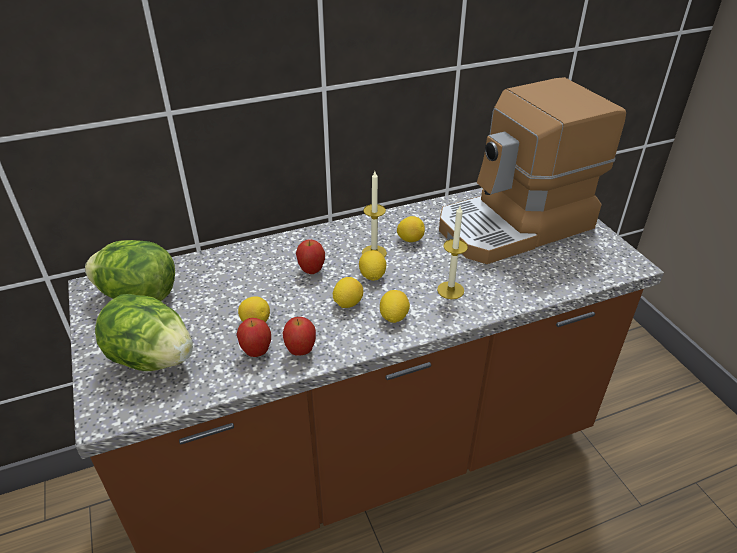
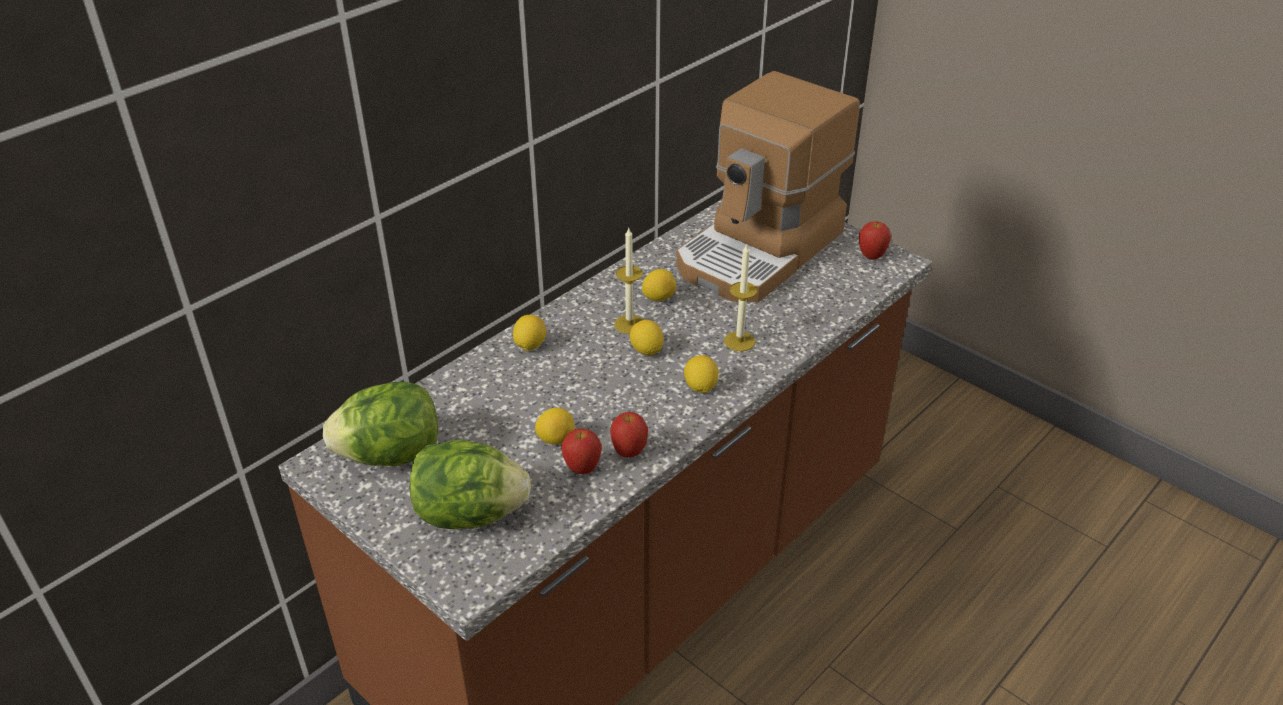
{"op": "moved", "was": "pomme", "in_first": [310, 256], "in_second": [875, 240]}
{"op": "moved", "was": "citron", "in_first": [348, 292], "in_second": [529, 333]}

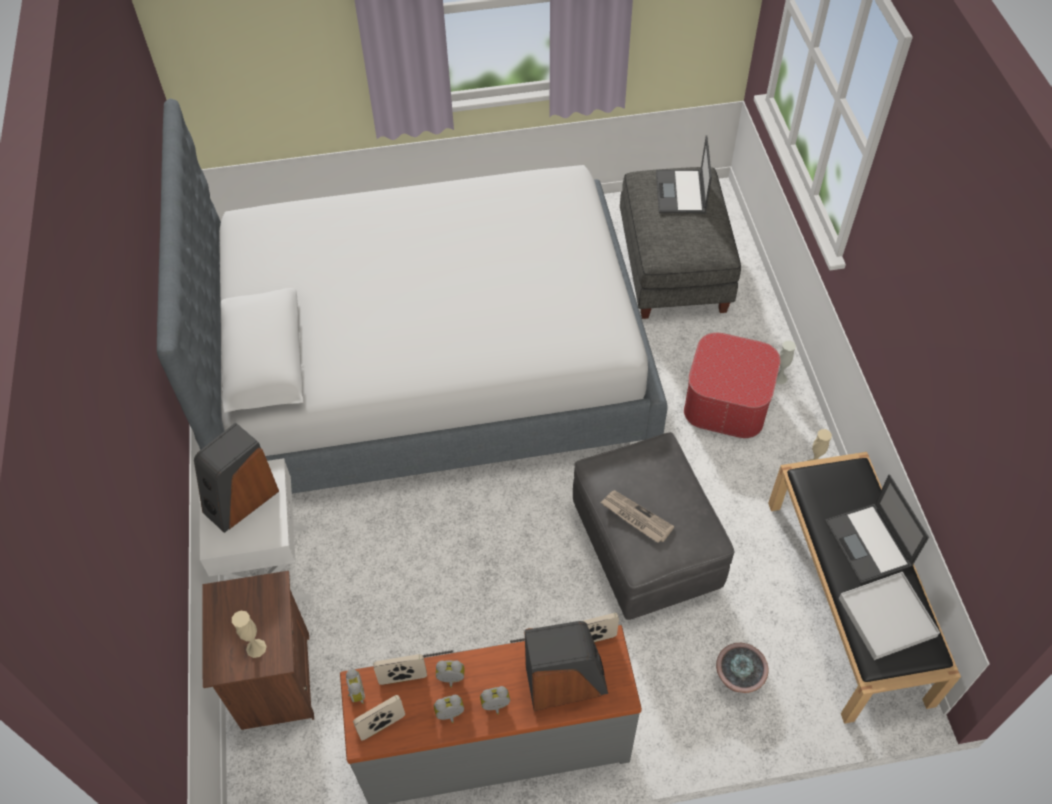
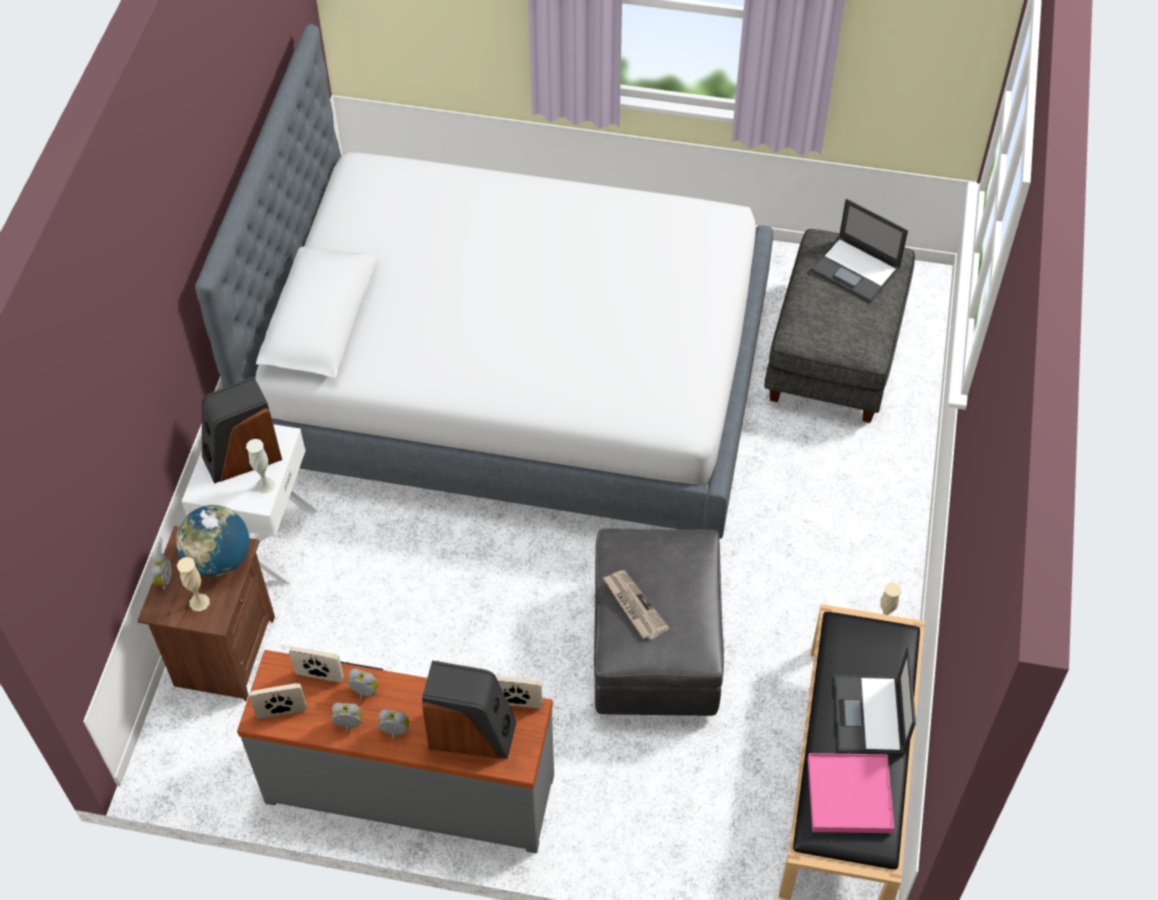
{"op": "removed", "was": "pouf", "in_first": [732, 385]}
{"op": "removed", "was": "plante en pot", "in_first": [742, 668]}
{"op": "added", "now": "globe", "in_second": [212, 541]}
{"op": "moved", "was": "réveil", "in_first": [355, 686], "in_second": [161, 572]}
{"op": "moved", "was": "vase [blanc]", "in_first": [786, 362], "in_second": [260, 466]}
{"op": "recoloured", "was": "plateau [blanc]", "now": "plateau [rose]", "in_first": [889, 616], "in_second": [851, 793]}
{"op": "turned", "was": "ordinateur portable", "in_first": [684, 174], "in_second": [859, 251], "clockwise": -75}

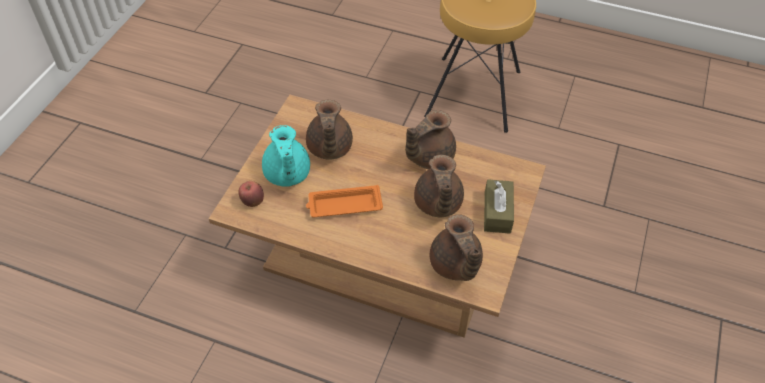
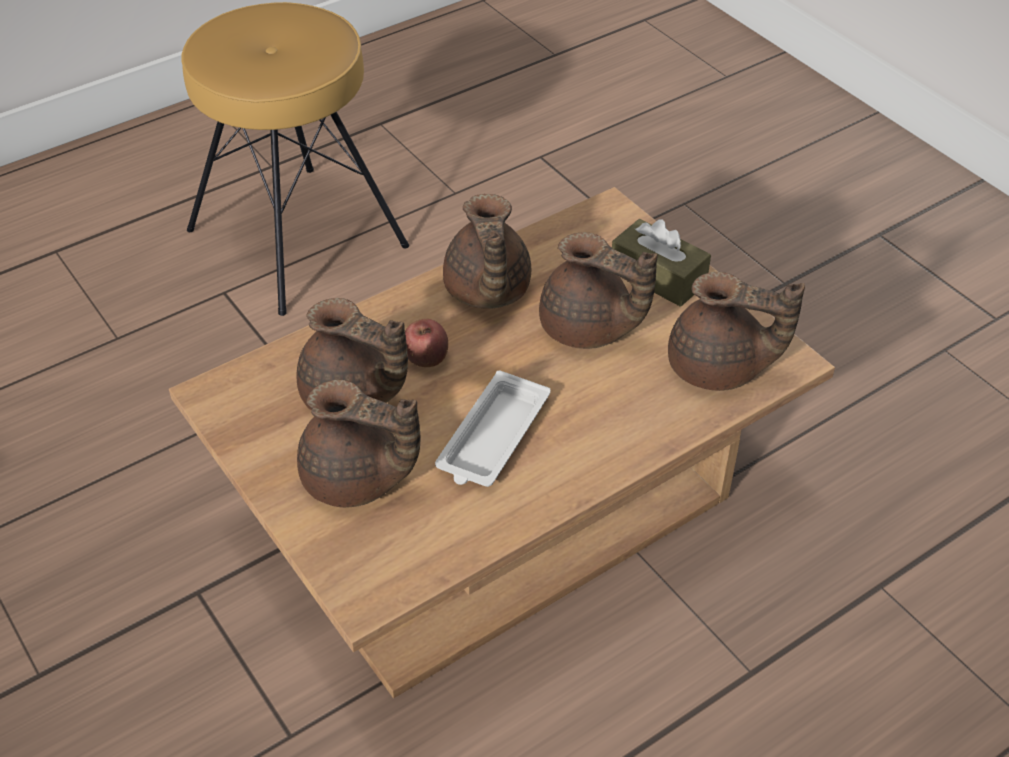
{"op": "moved", "was": "pomme", "in_first": [251, 194], "in_second": [426, 343]}
{"op": "recoloured", "was": "théière [turquoise]", "now": "théière [marron]", "in_first": [286, 156], "in_second": [358, 444]}
{"op": "recoloured", "was": "plateau [orange]", "now": "plateau [blanc]", "in_first": [344, 201], "in_second": [492, 428]}

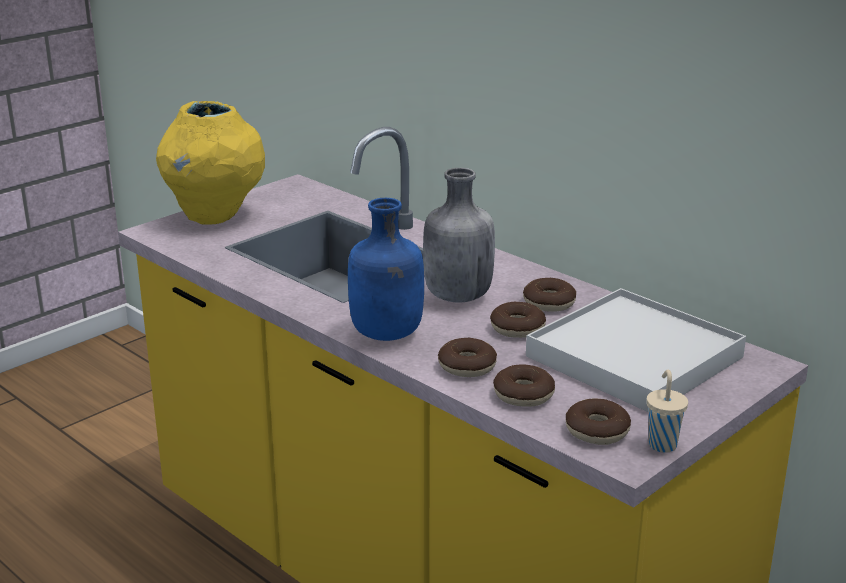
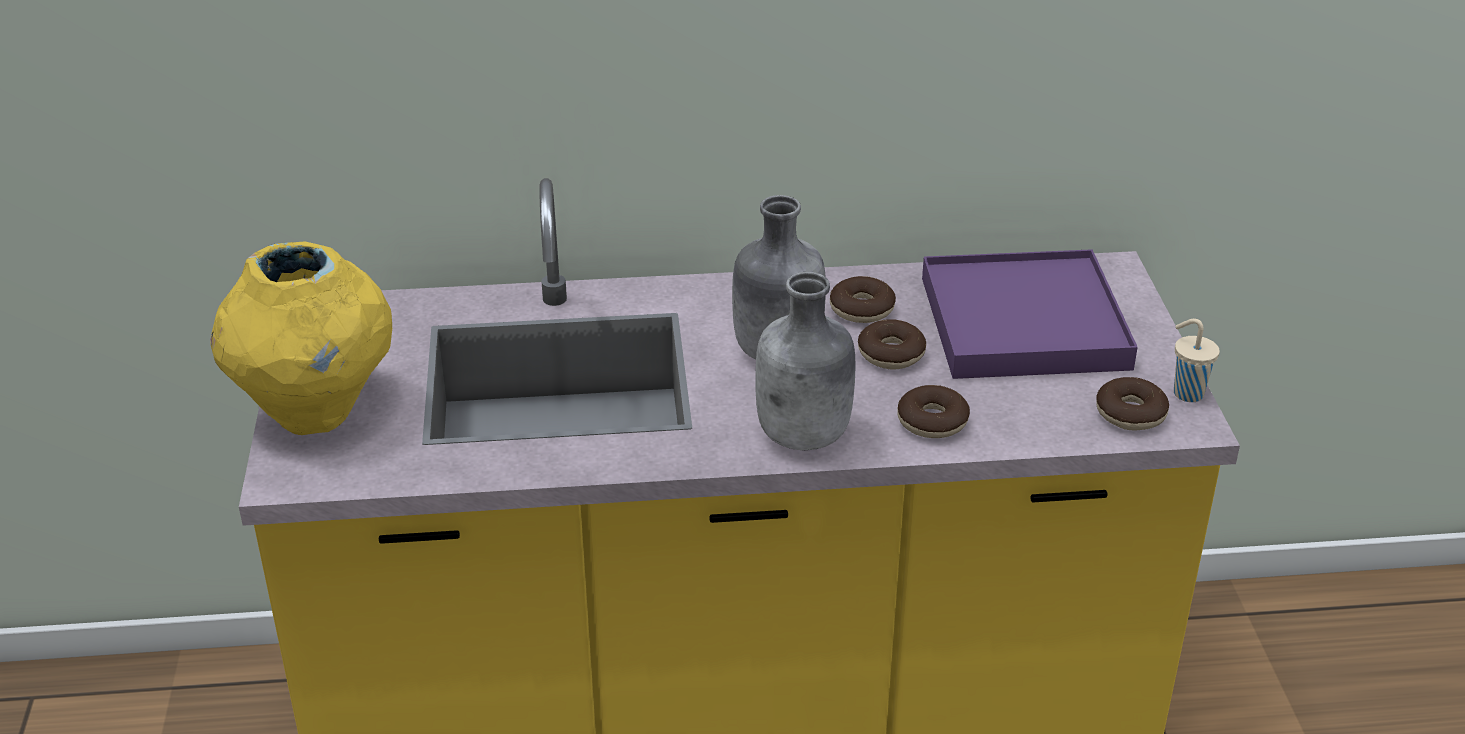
{"op": "removed", "was": "beignet", "in_first": [524, 385]}
{"op": "recoloured", "was": "bouteille [bleu]", "now": "bouteille [gris]", "in_first": [386, 269], "in_second": [805, 361]}
{"op": "recoloured", "was": "plateau [blanc]", "now": "plateau [violet]", "in_first": [636, 350], "in_second": [1030, 314]}

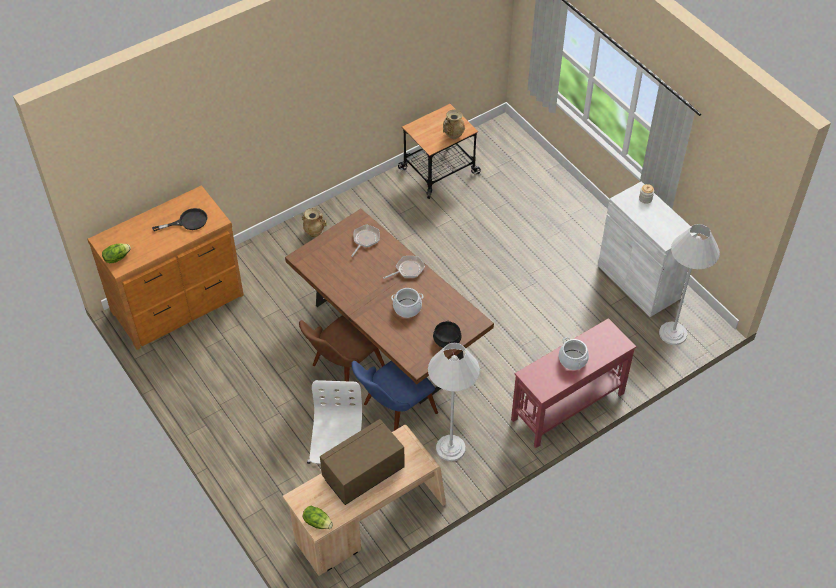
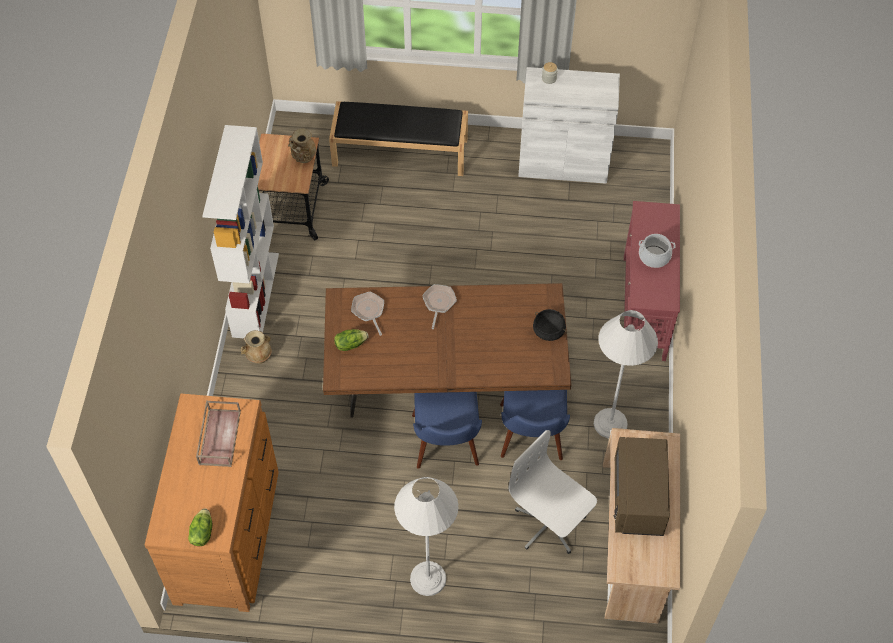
{"op": "removed", "was": "marmite", "in_first": [407, 303]}
{"op": "added", "now": "bibliothèque [blanc]", "in_second": [241, 231]}
{"op": "added", "now": "banc [noir]", "in_second": [398, 138]}
{"op": "moved", "was": "laitue", "in_first": [318, 517], "in_second": [351, 340]}
{"op": "moved", "was": "lampadaire [blanc]", "in_first": [689, 284], "in_second": [426, 536]}
{"op": "replaced", "was": "poêle [noir]", "now": "plateau [marron]", "in_first": [180, 219], "in_second": [218, 433]}
{"op": "recoloured", "was": "chaise [marron]", "now": "chaise [bleu]", "in_first": [342, 348], "in_second": [447, 430]}

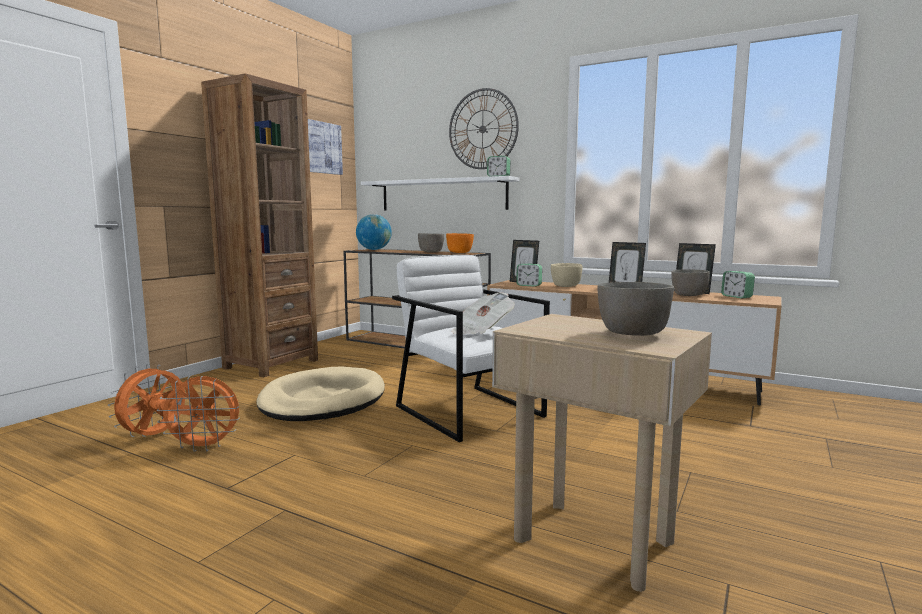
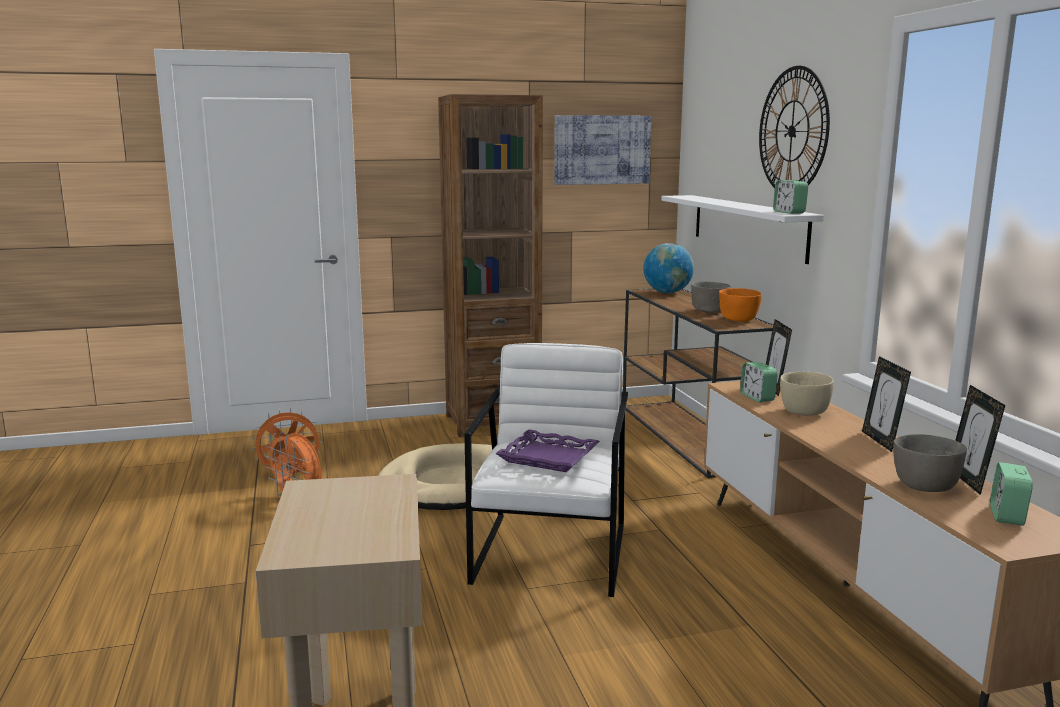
{"op": "removed", "was": "bol [gris]", "in_first": [635, 309]}
{"op": "replaced", "was": "journal", "now": "plateau [violet]", "in_first": [483, 313], "in_second": [547, 450]}

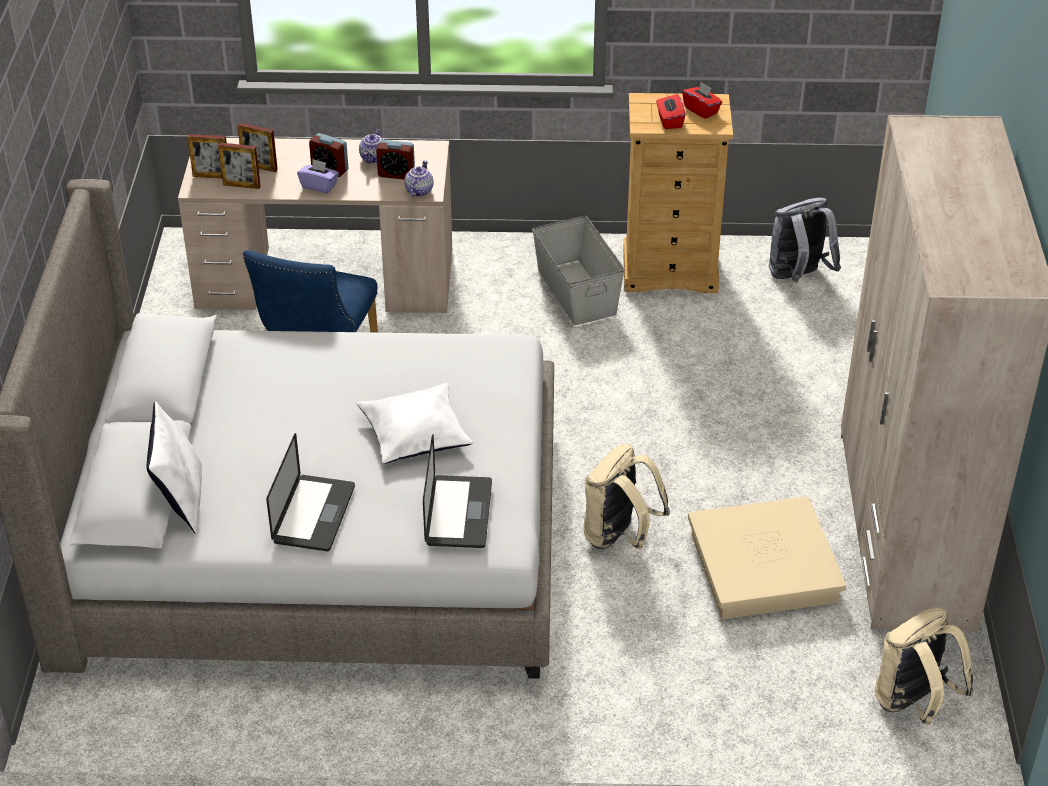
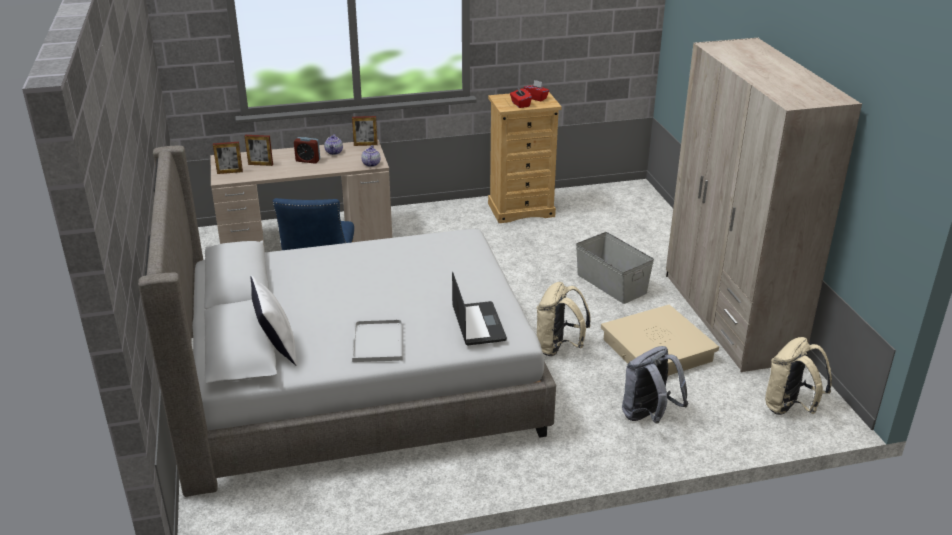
{"op": "removed", "was": "boîte à mouchoirs [violet]", "in_first": [318, 176]}
{"op": "removed", "was": "coussin [blanc]", "in_first": [414, 423]}
{"op": "removed", "was": "réveil", "in_first": [395, 160]}
{"op": "moved", "was": "cadre photo", "in_first": [239, 165], "in_second": [365, 131]}
{"op": "moved", "was": "boîte de rangement [gris]", "in_first": [578, 270], "in_second": [615, 268]}
{"op": "moved", "was": "sac à dos [gris]", "in_first": [805, 240], "in_second": [655, 385]}
{"op": "replaced", "was": "ordinateur portable", "now": "plateau [blanc]", "in_first": [310, 492], "in_second": [377, 340]}

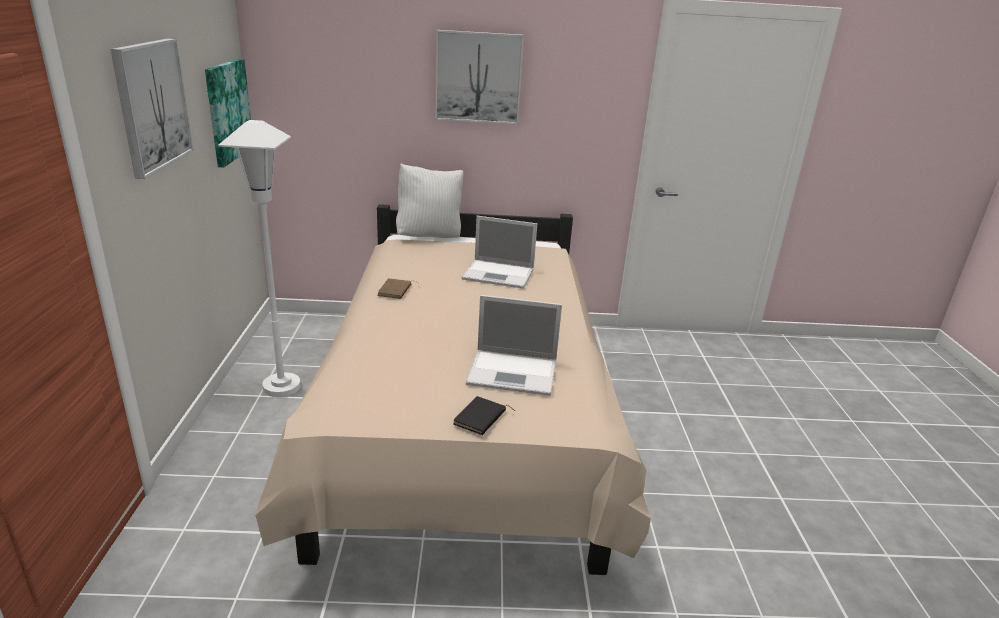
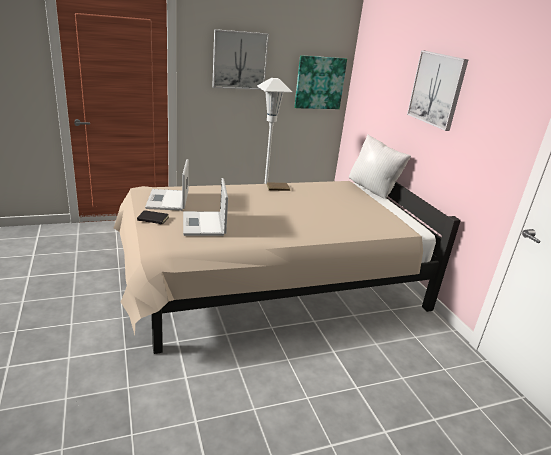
{"op": "moved", "was": "ordinateur portable", "in_first": [499, 252], "in_second": [167, 185]}

